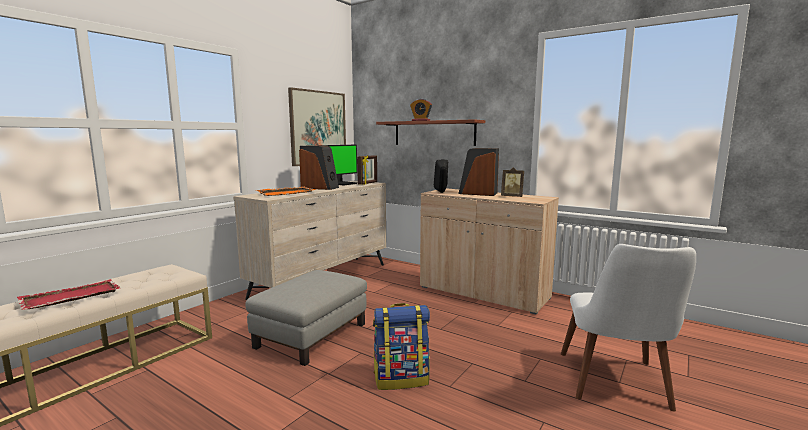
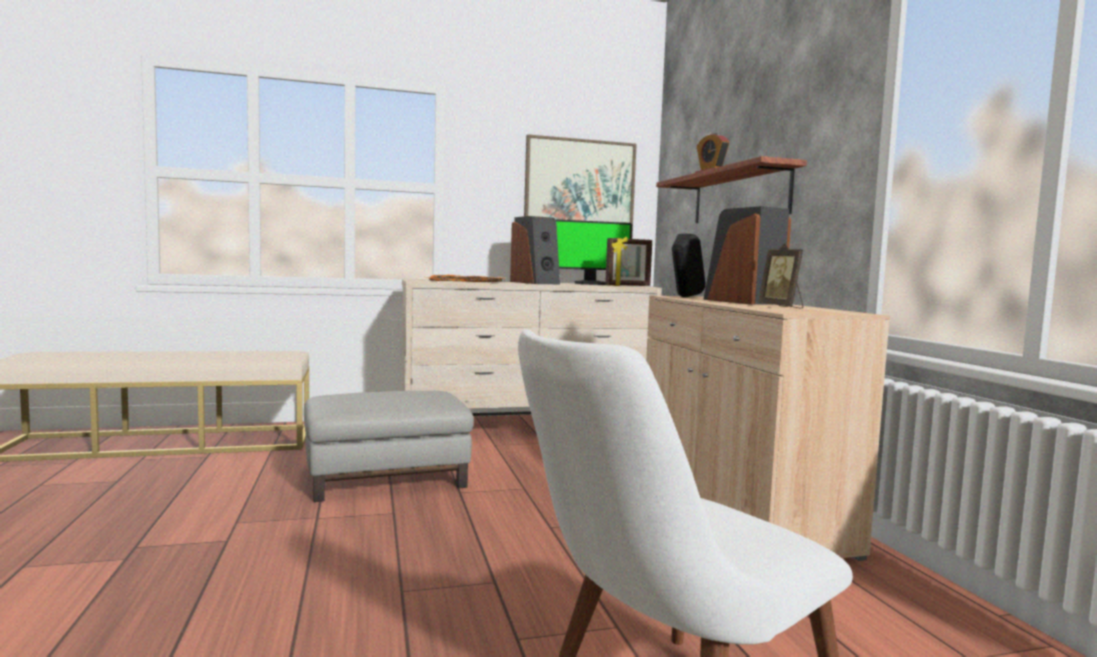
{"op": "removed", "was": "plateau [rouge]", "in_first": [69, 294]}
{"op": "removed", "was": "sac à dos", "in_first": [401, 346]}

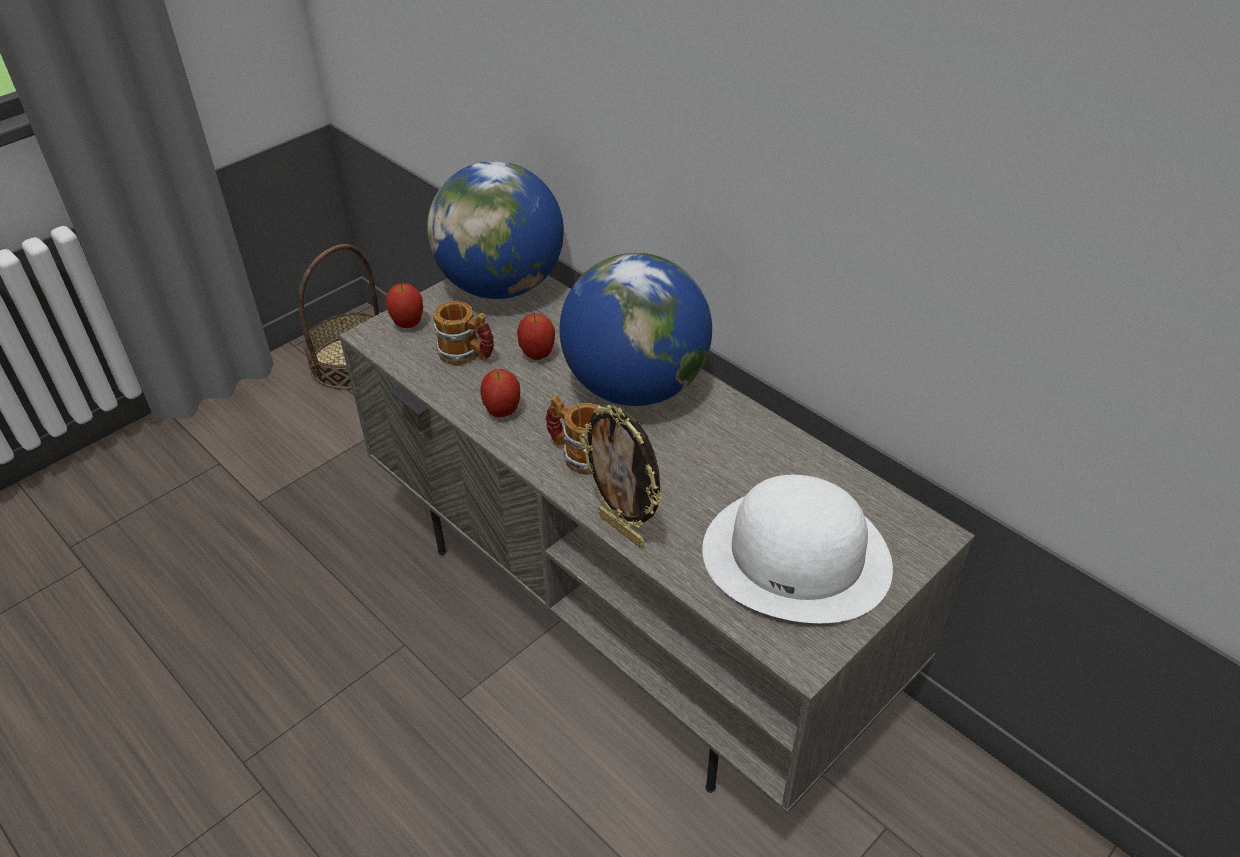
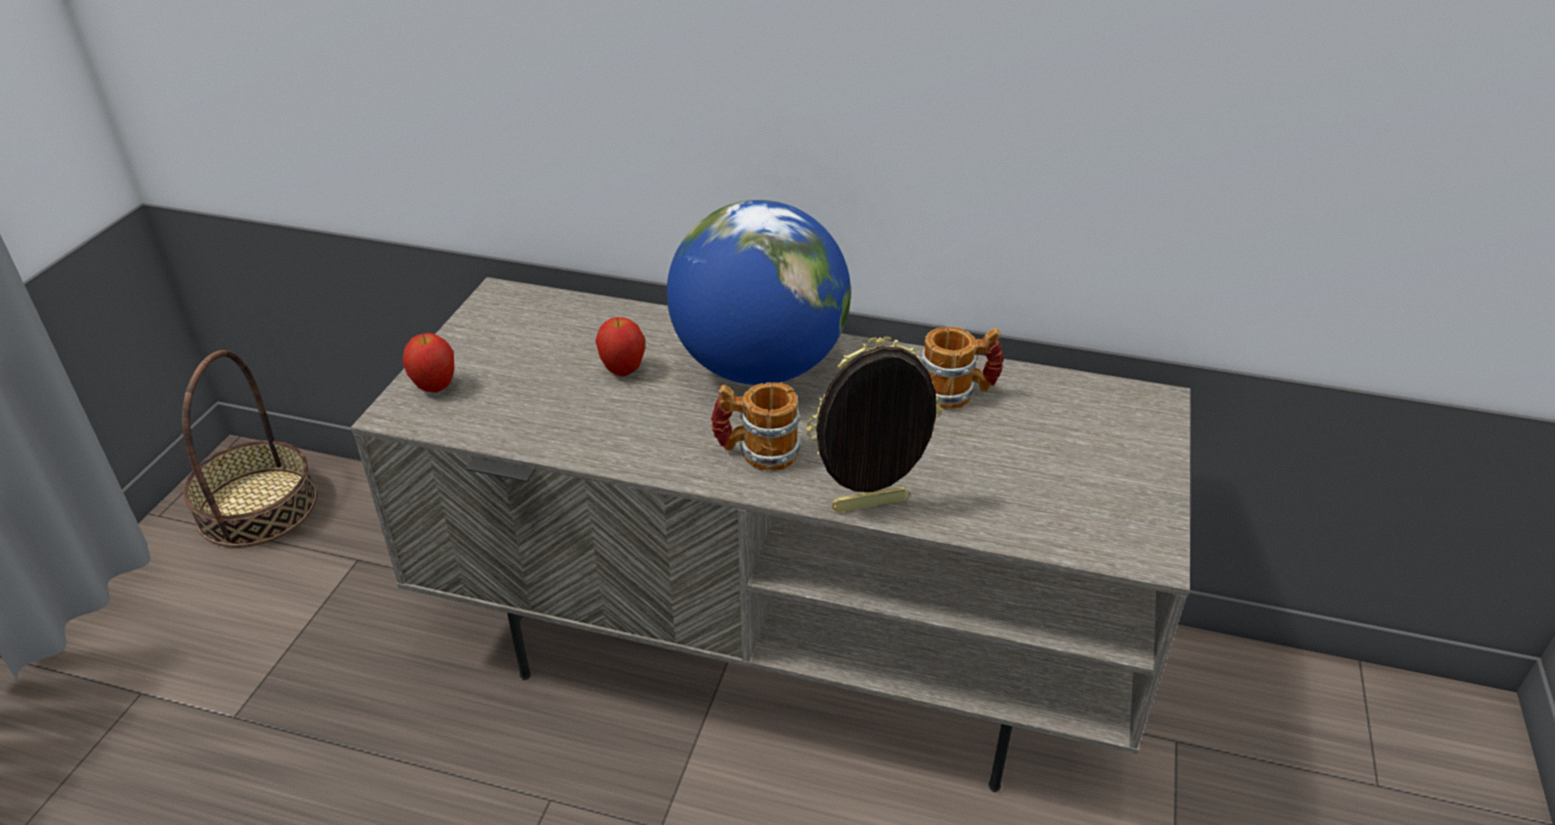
{"op": "removed", "was": "globe", "in_first": [495, 230]}
{"op": "removed", "was": "pomme", "in_first": [500, 393]}
{"op": "removed", "was": "chapeau [blanc]", "in_first": [797, 549]}
{"op": "moved", "was": "mug", "in_first": [463, 333], "in_second": [962, 368]}
{"op": "turned", "was": "cadre photo", "in_first": [620, 476], "in_second": [874, 425], "clockwise": 150}

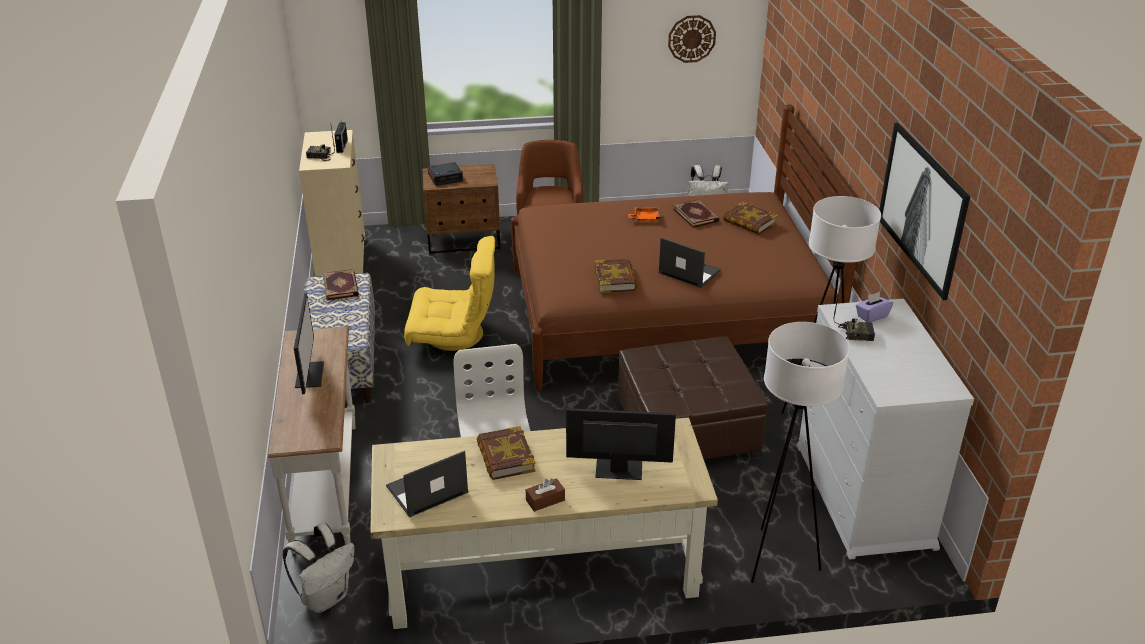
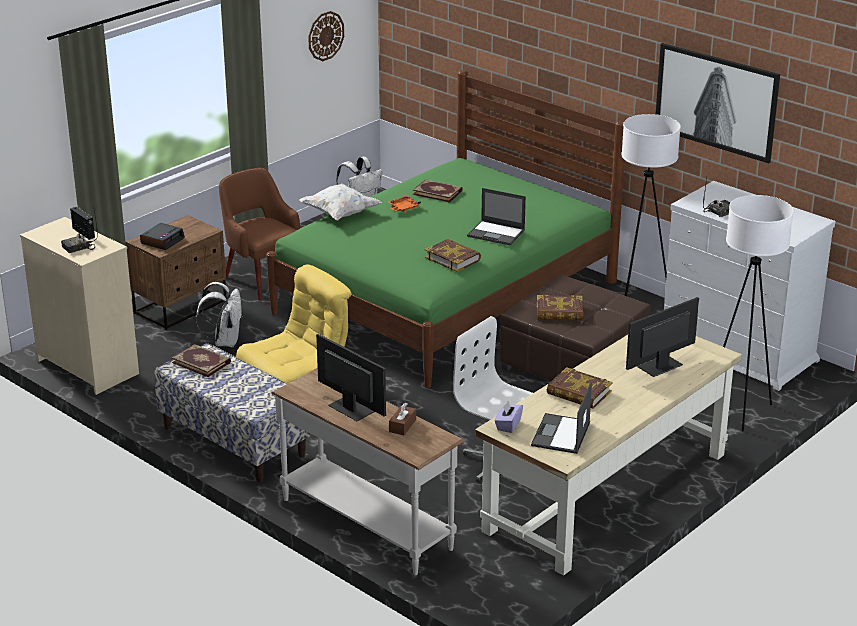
{"op": "added", "now": "coussin [blanc]", "in_second": [340, 202]}
{"op": "moved", "was": "sac à dos [blanc]", "in_first": [318, 568], "in_second": [219, 314]}
{"op": "moved", "was": "boîte à mouchoirs [marron]", "in_first": [545, 495], "in_second": [402, 419]}
{"op": "moved", "was": "livre", "in_first": [750, 218], "in_second": [560, 308]}
{"op": "moved", "was": "boîte à mouchoirs [violet]", "in_first": [874, 307], "in_second": [509, 416]}
{"op": "recoloured", "was": "lit [marron]", "now": "lit [vert]", "in_first": [683, 247], "in_second": [445, 229]}
{"op": "turned", "was": "ordinateur portable", "in_first": [690, 263], "in_second": [496, 216], "clockwise": -150}

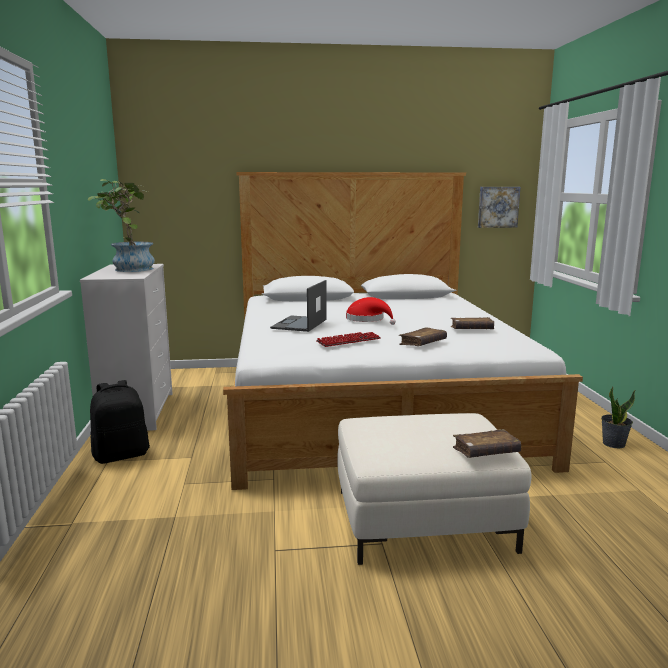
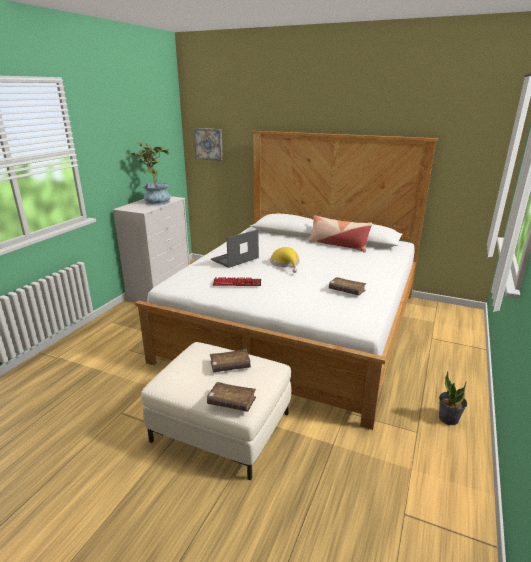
{"op": "removed", "was": "sac à dos [noir]", "in_first": [120, 422]}
{"op": "added", "now": "coussin", "in_second": [340, 234]}
{"op": "moved", "was": "livre [marron]", "in_first": [423, 336], "in_second": [230, 360]}
{"op": "moved", "was": "tableau", "in_first": [499, 207], "in_second": [208, 144]}
{"op": "recoloured", "was": "chapeau [rouge]", "now": "chapeau [jaune]", "in_first": [371, 311], "in_second": [284, 260]}

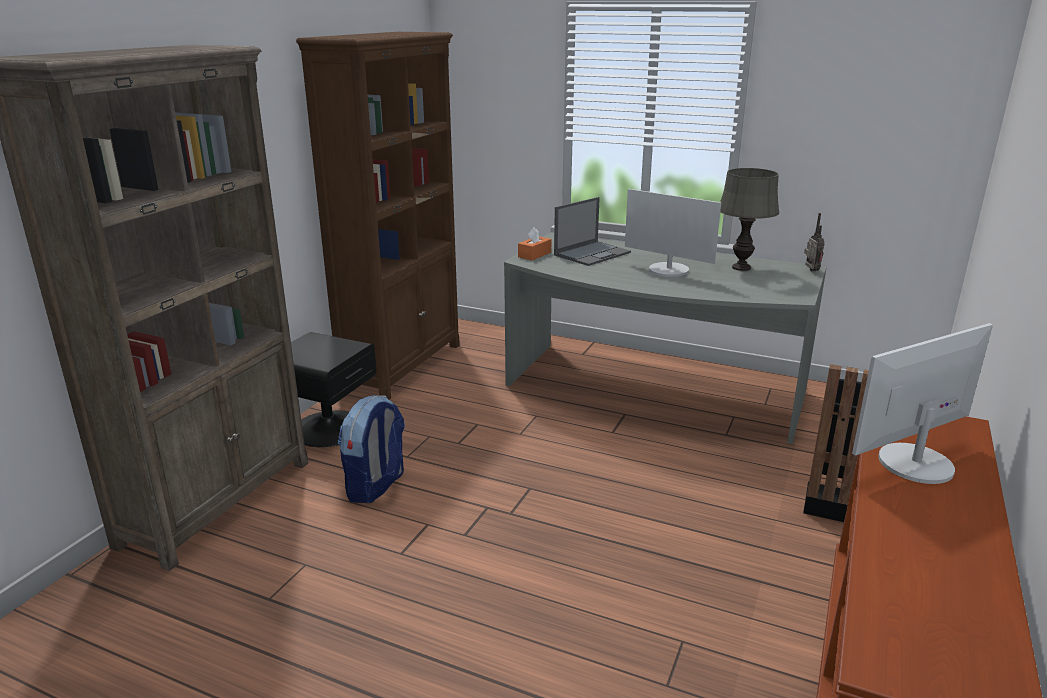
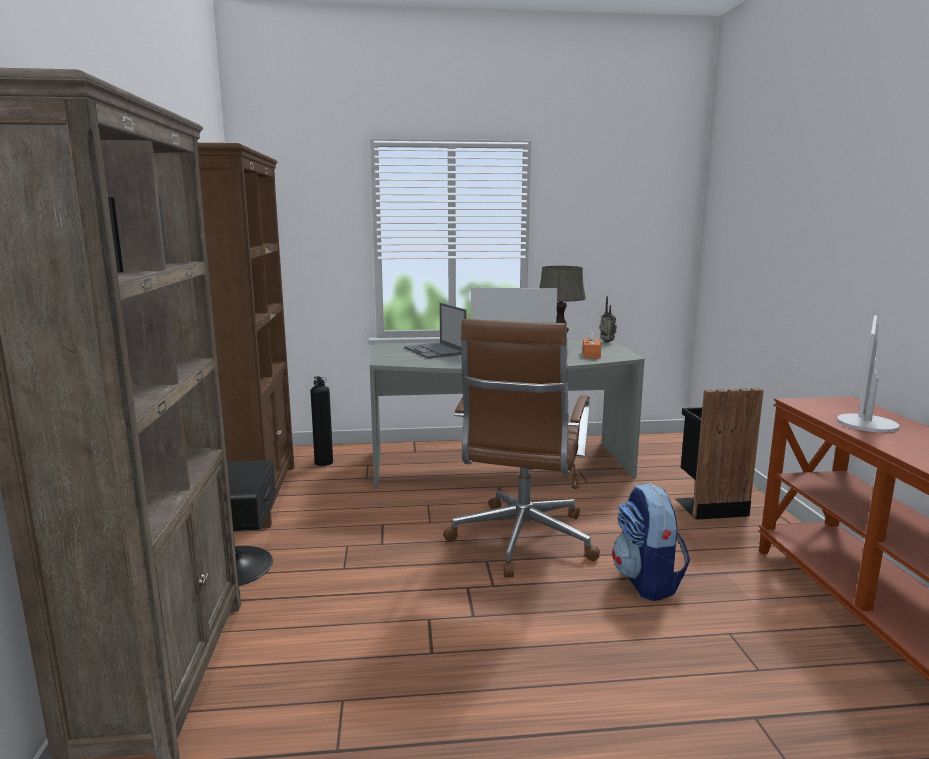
{"op": "added", "now": "extincteur", "in_second": [321, 421]}
{"op": "added", "now": "chaise de bureau [marron]", "in_second": [521, 448]}
{"op": "moved", "was": "sac à dos", "in_first": [371, 449], "in_second": [651, 542]}
{"op": "moved", "was": "boîte à mouchoirs [orange]", "in_first": [534, 243], "in_second": [591, 343]}
{"op": "turned", "was": "ordinateur portable", "in_first": [592, 231], "in_second": [435, 331], "clockwise": 135}

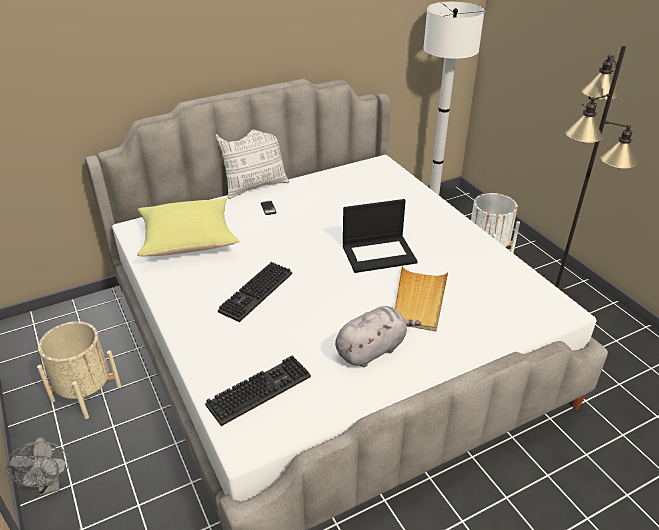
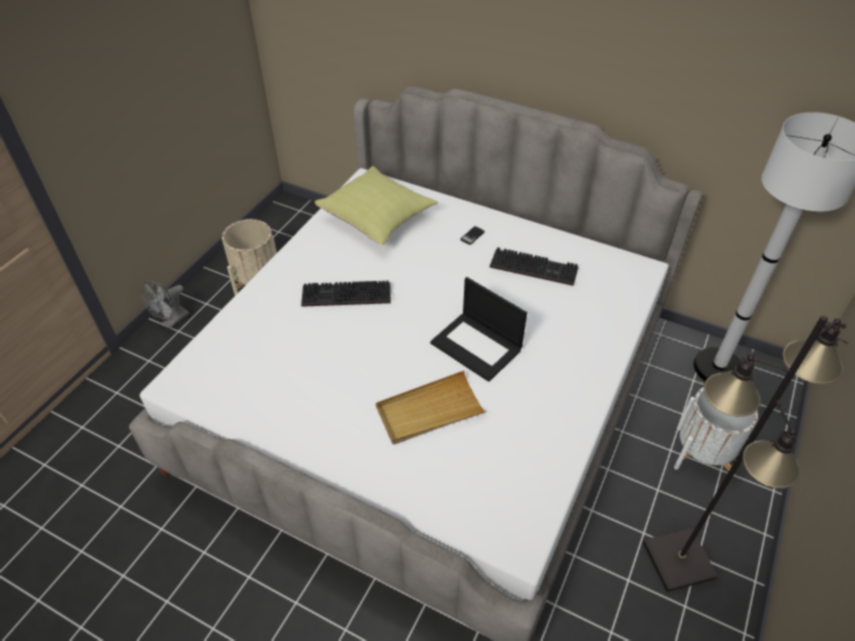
{"op": "removed", "was": "coussin", "in_first": [252, 164]}
{"op": "removed", "was": "peluche [gris]", "in_first": [378, 336]}
{"op": "moved", "was": "clavier", "in_first": [258, 390], "in_second": [534, 266]}

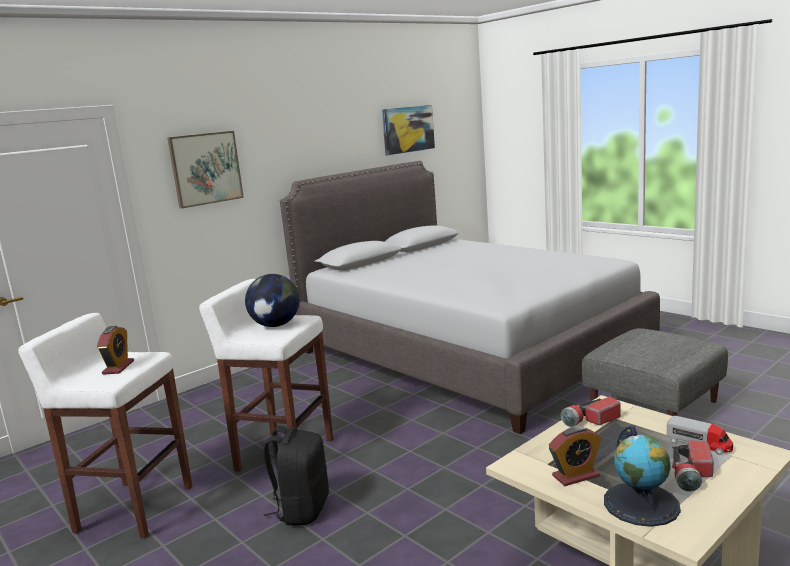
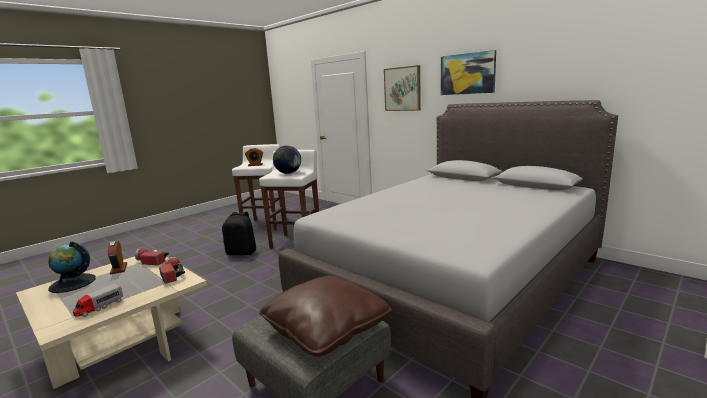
{"op": "added", "now": "coussin [marron]", "in_second": [325, 316]}
{"op": "moved", "was": "tableau", "in_first": [408, 130], "in_second": [468, 72]}
{"op": "moved", "was": "lampe de poche", "in_first": [693, 466], "in_second": [152, 257]}

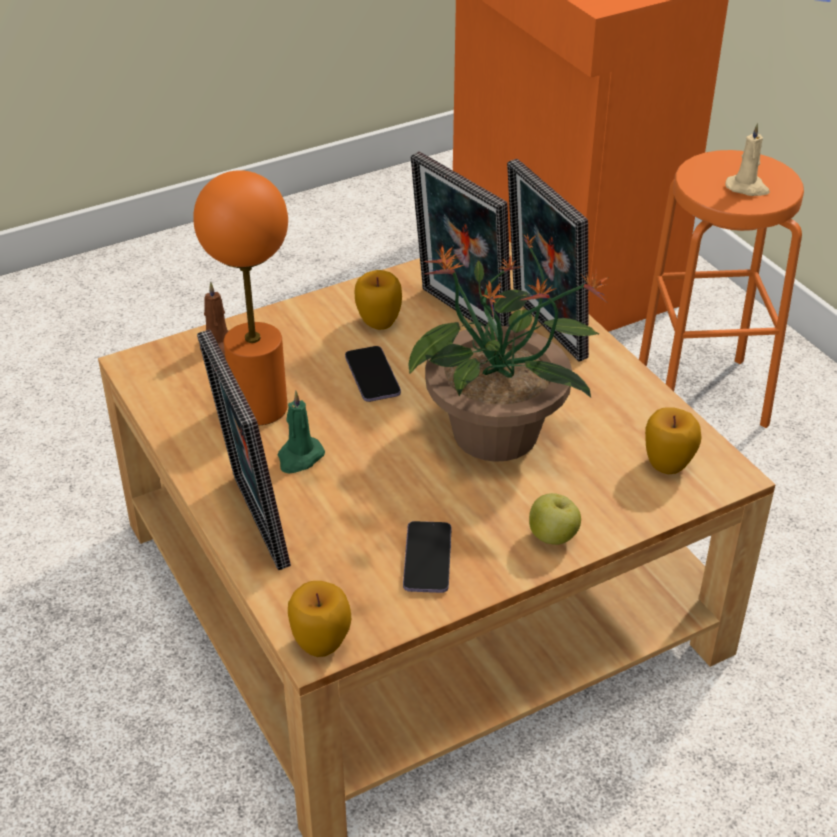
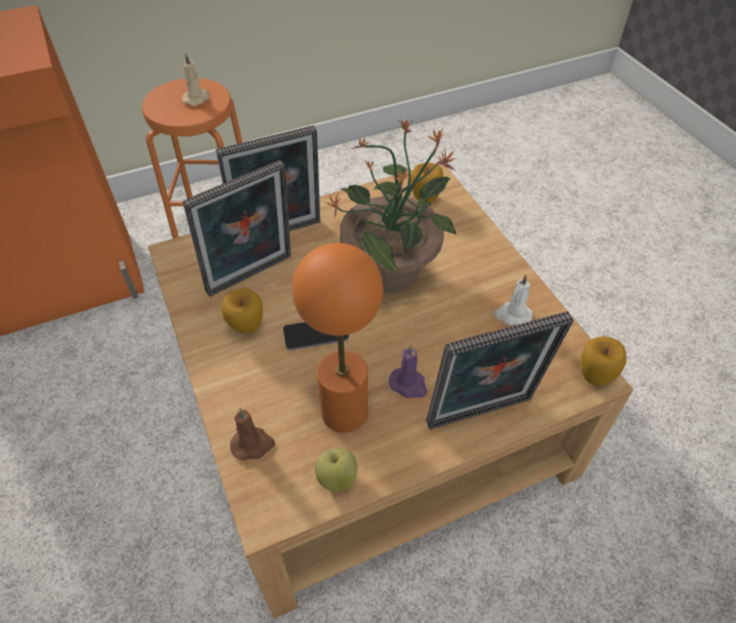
{"op": "moved", "was": "pomme", "in_first": [555, 519], "in_second": [336, 470]}
{"op": "replaced", "was": "téléphone", "now": "bougie [blanc]", "in_first": [427, 557], "in_second": [513, 299]}
{"op": "recoloured", "was": "bougie [vert]", "now": "bougie [violet]", "in_first": [301, 432], "in_second": [408, 371]}

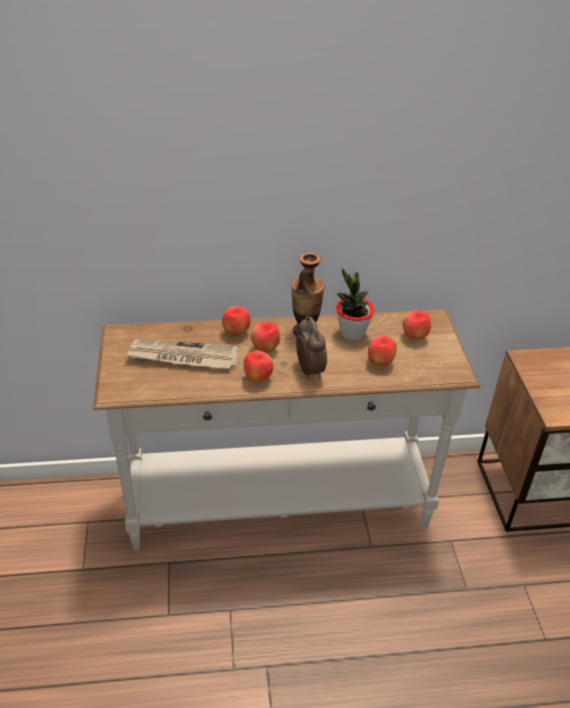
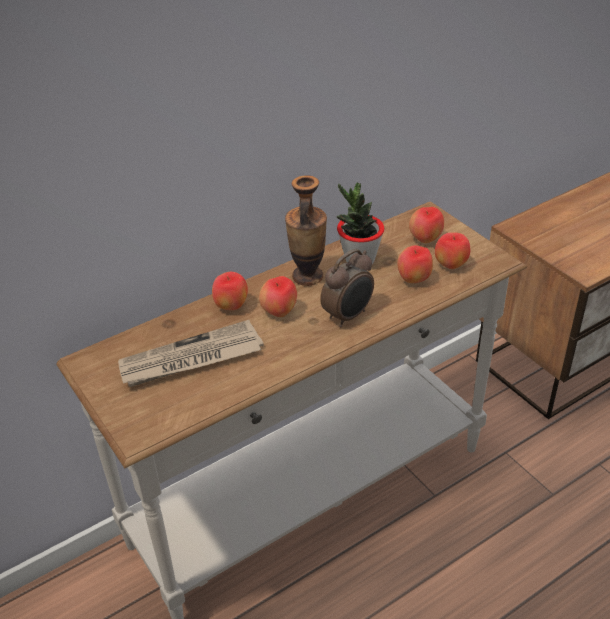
{"op": "moved", "was": "pomme", "in_first": [259, 367], "in_second": [452, 251]}
{"op": "turned", "was": "réveil", "in_first": [311, 347], "in_second": [347, 288], "clockwise": 90}

